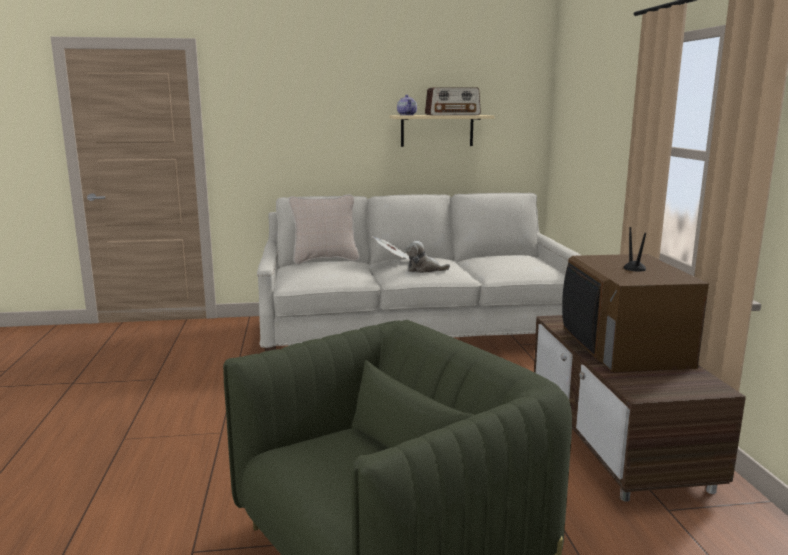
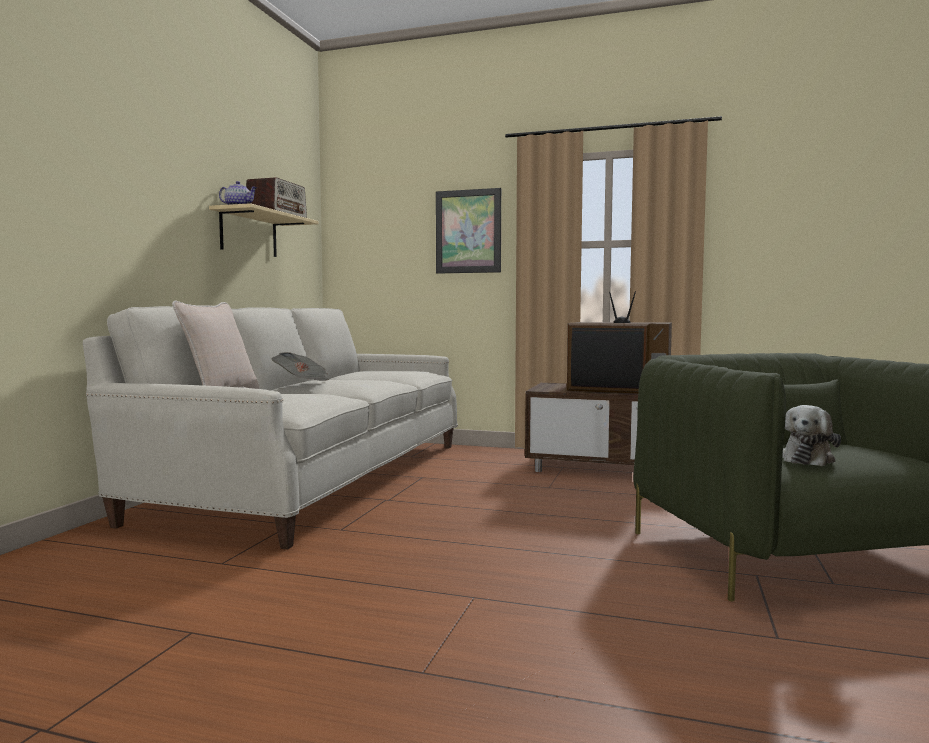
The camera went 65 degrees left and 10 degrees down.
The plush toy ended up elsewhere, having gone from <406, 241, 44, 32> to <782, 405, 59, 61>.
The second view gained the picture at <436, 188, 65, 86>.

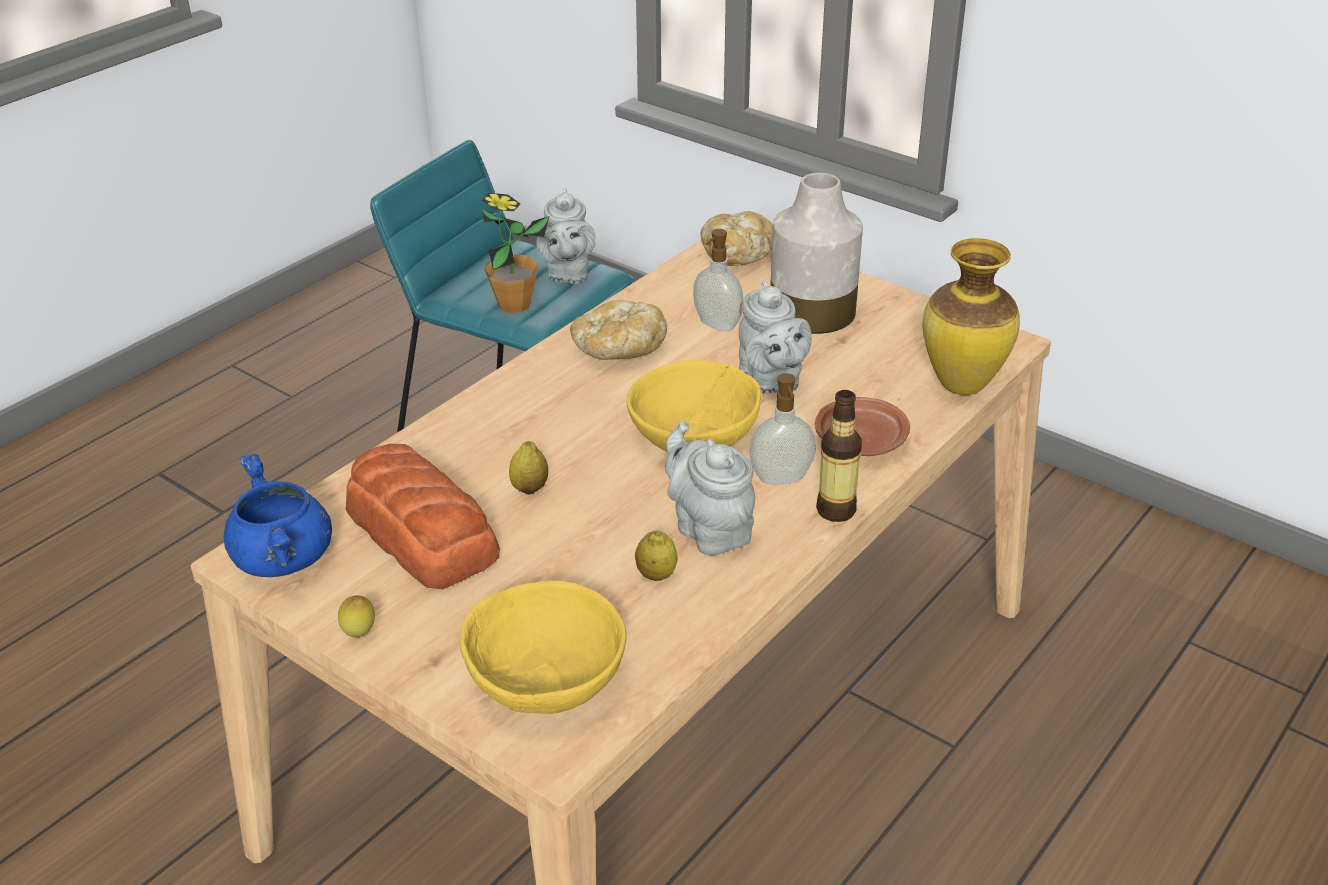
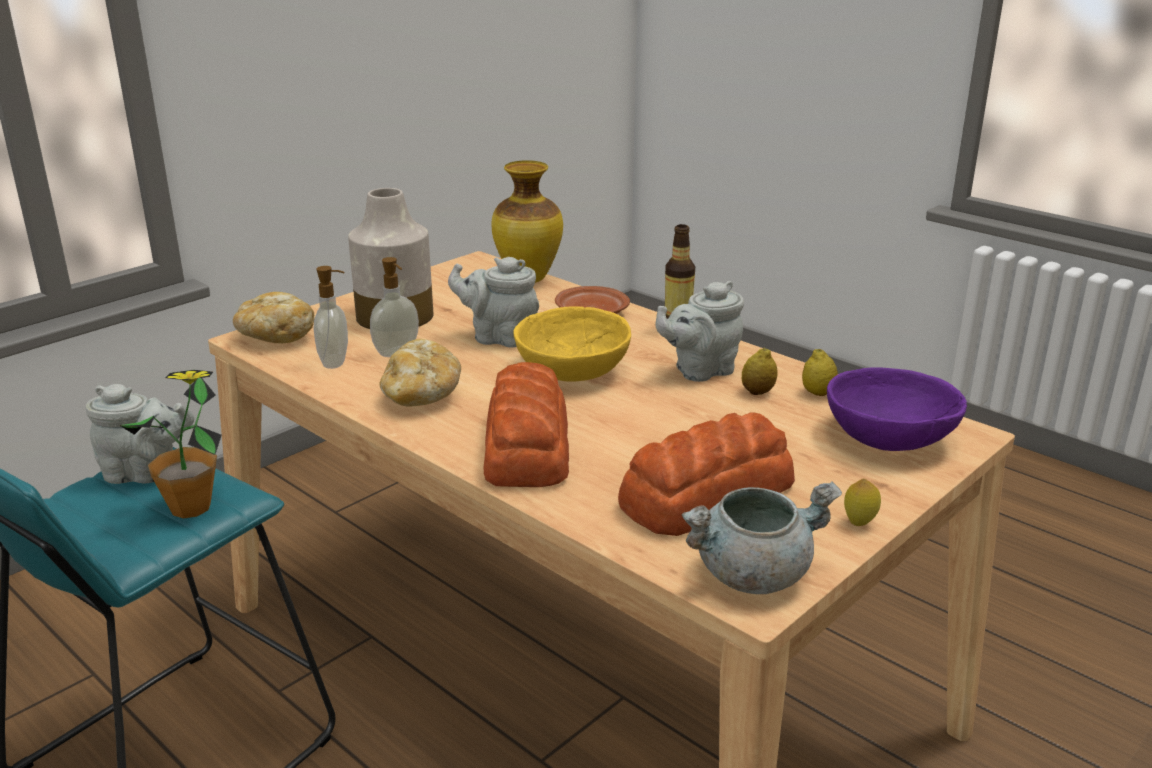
The camera went 85 degrees left and 10 degrees down.
The teapot (grey) at <739, 281, 73, 113> ended up facing another way, 150 degrees counterclockwise from before.
The soap dispenser ended up elsewhere, having gone from <750, 373, 66, 111> to <313, 266, 35, 103>.
The lemon ended up elsewhere, having gone from <509, 441, 39, 54> to <802, 349, 36, 47>.
What was the cooking pot (blue) at <224, 453, 108, 124> turned into the cooking pot (grey) at <681, 481, 161, 113>.
What was the bowl (yellow) at <460, 581, 167, 133> turned into the bowl (purple) at <827, 367, 140, 84>.
The second view gained the bread at <484, 362, 85, 125>.

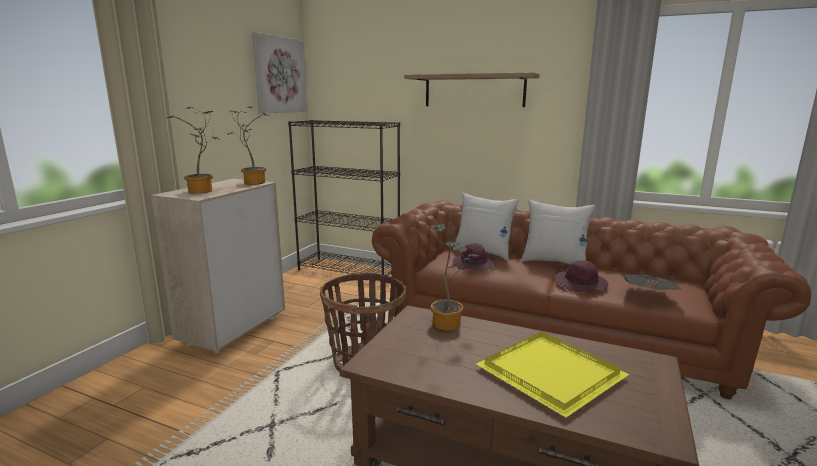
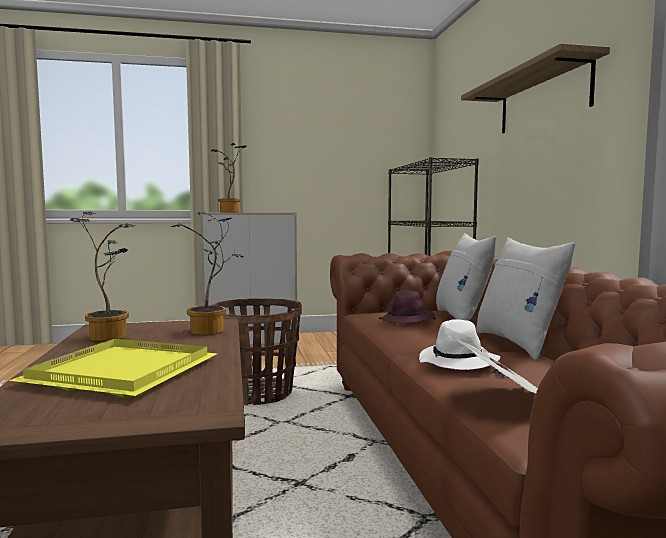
The camera went 55 degrees right and 10 degrees down.
The second view lost the picture at <252, 32, 55, 81>.
The potted plant ended up elsewhere, having gone from <227, 106, 41, 79> to <70, 212, 66, 130>.
What was the hat (purple) at <555, 260, 54, 32> turned into the hat (white) at <419, 319, 81, 51>.

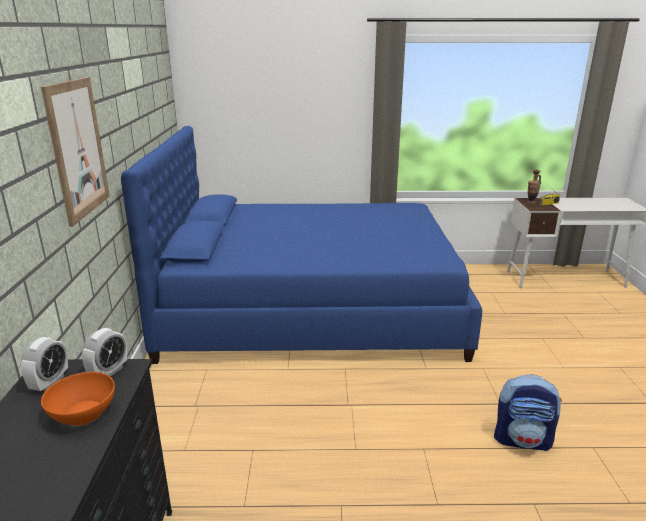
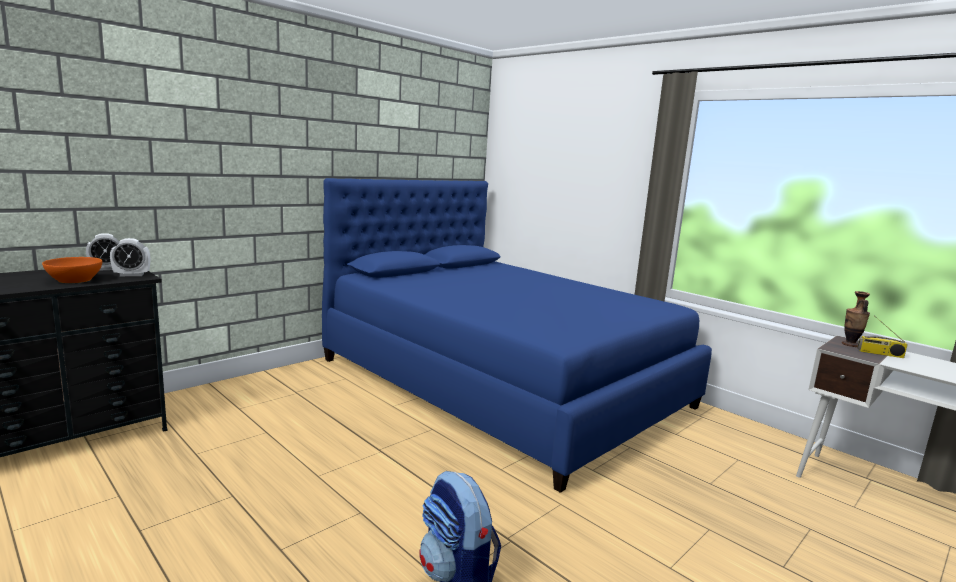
The camera went 45 degrees right and 10 degrees down.
The second view lost the picture at <41, 77, 69, 150>.

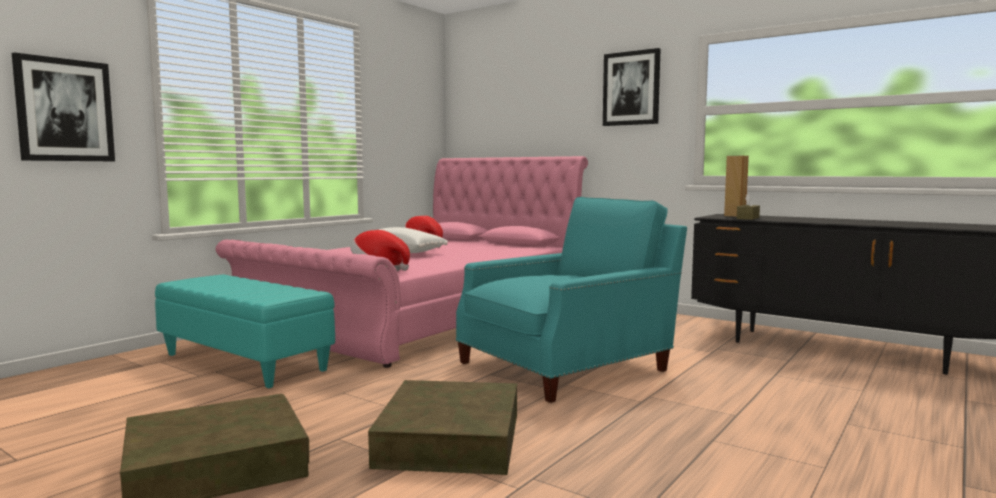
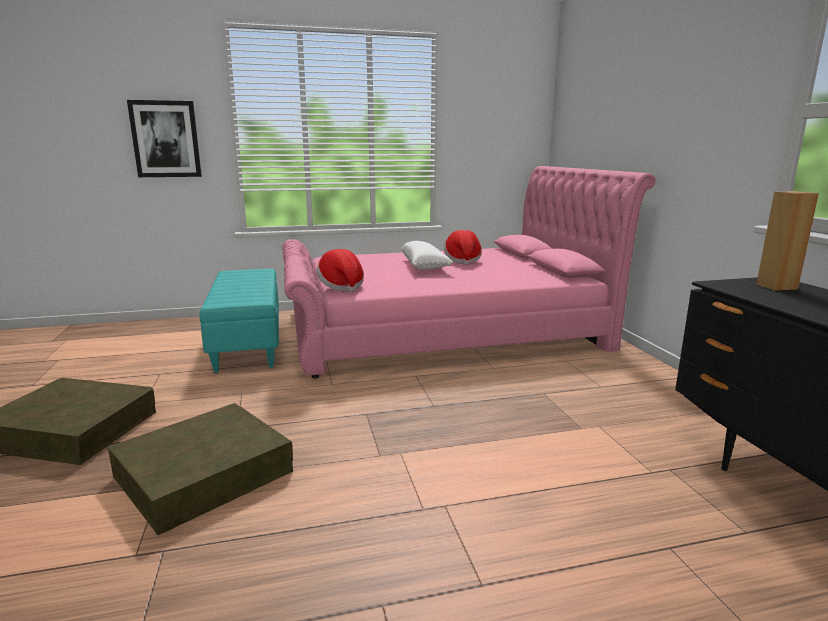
The camera went 40 degrees right and 10 degrees up.
The second view lost the picture at <603, 48, 57, 78>.
The second view lost the tissue box (brown) at <737, 194, 23, 26>.
The second view lost the armchair (turquoise) at <456, 197, 231, 206>.

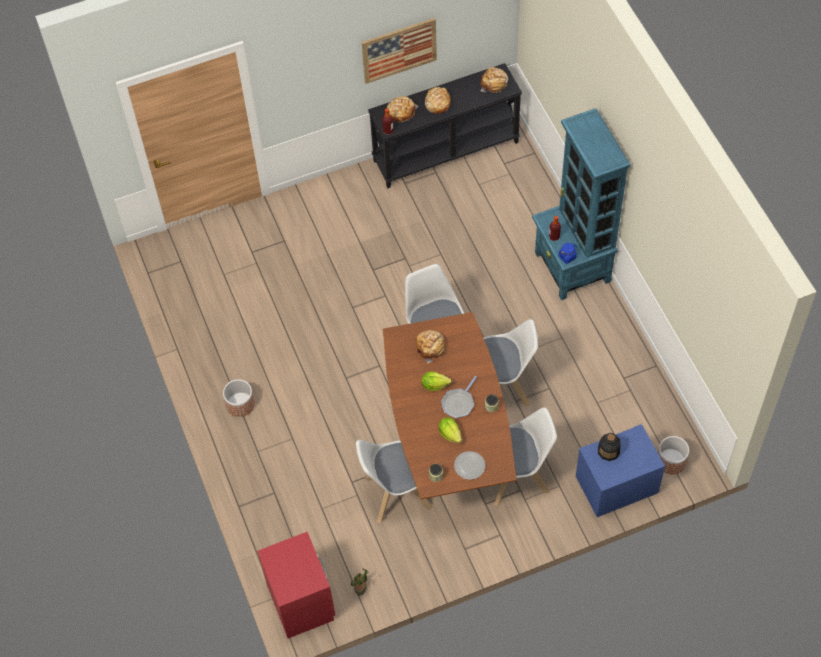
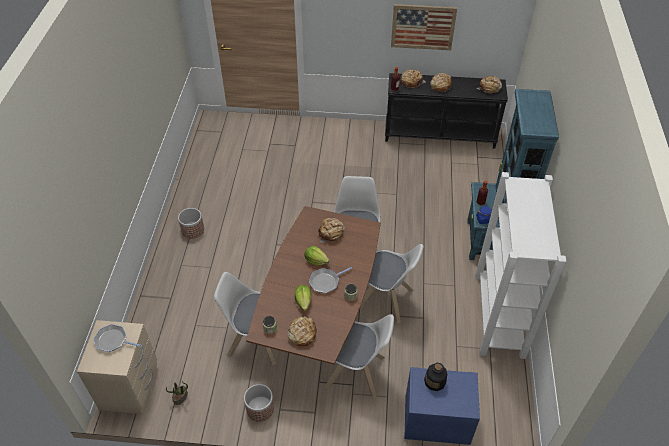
The camera went 25 degrees right and 10 degrees down.
The planter ended up elsewhere, having gone from <658, 436, 31, 38> to <244, 384, 30, 38>.
Where the plate stood at <454, 451, 31, 29>, the bread came to stand at <288, 316, 29, 30>.
What was the nightstand (red) at <257, 532, 78, 106> turned into the nightstand (beige) at <77, 320, 80, 94>.
The second view gained the bookcase (white) at <475, 172, 91, 187>.
The second view gained the frying pan at <94, 324, 48, 28>.

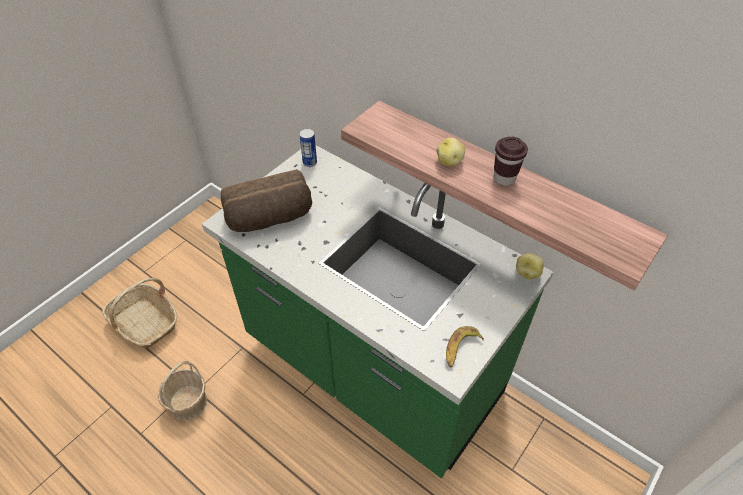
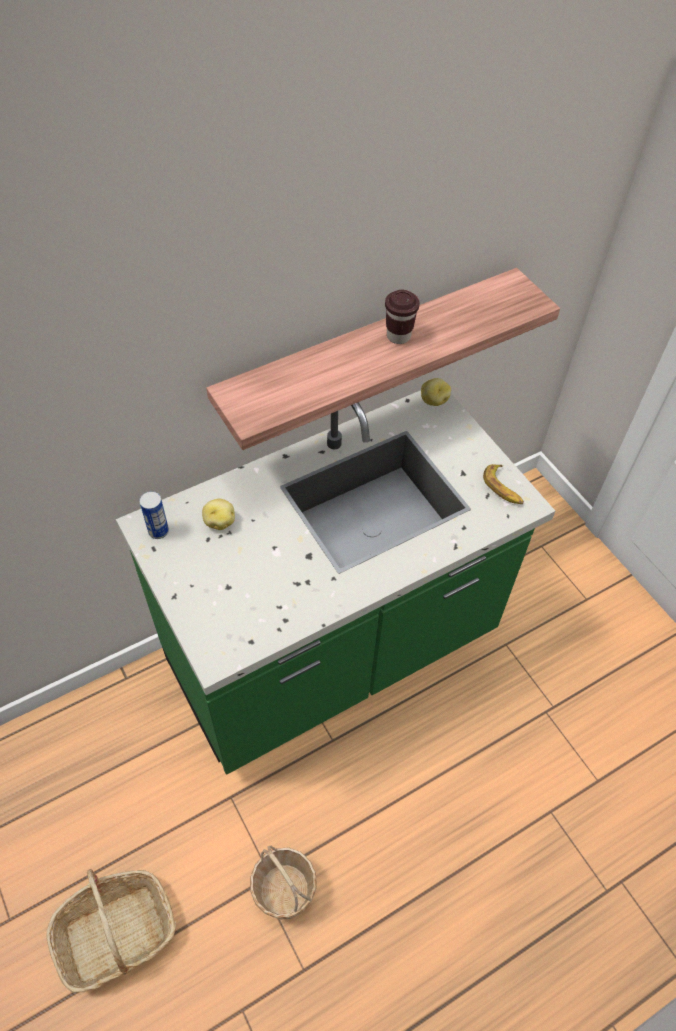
The camera went 70 degrees left and 5 degrees up.
The potato ended up elsewhere, having gone from <436, 138, 29, 28> to <202, 499, 33, 31>.
The second view lost the bread at <221, 169, 91, 63>.

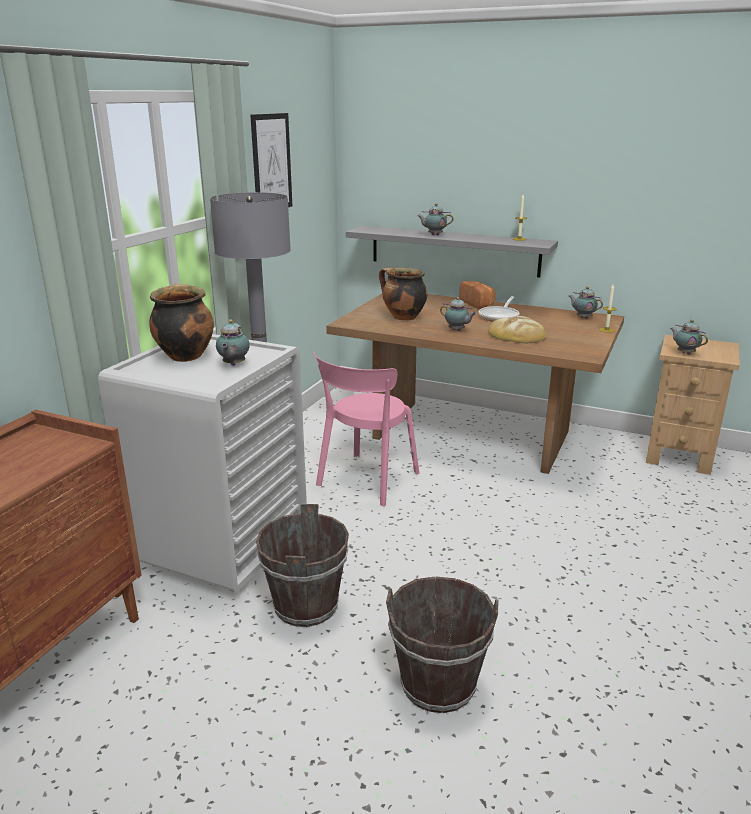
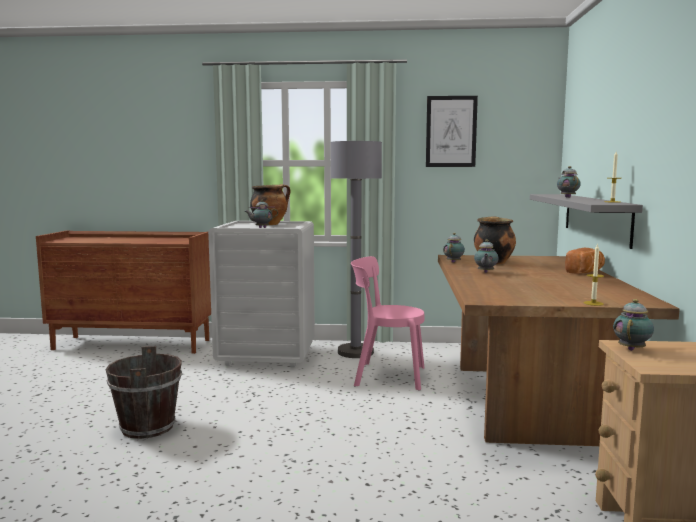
The camera went 70 degrees right and 15 degrees down.
The teapot ended up elsewhere, having gone from <569, 286, 34, 33> to <443, 233, 22, 30>.
The second view lost the frying pan at <479, 296, 40, 25>.
The second view lost the bread at <488, 316, 58, 27>.
The second view lost the bucket (brown) at <256, 504, 93, 123>.

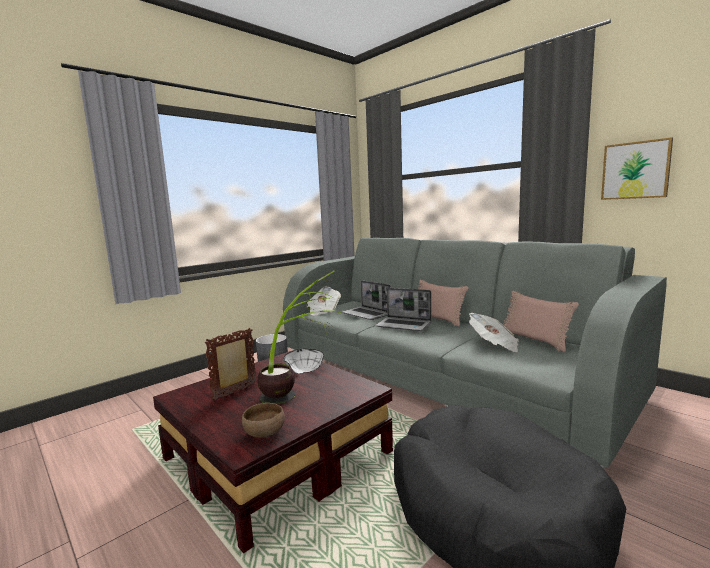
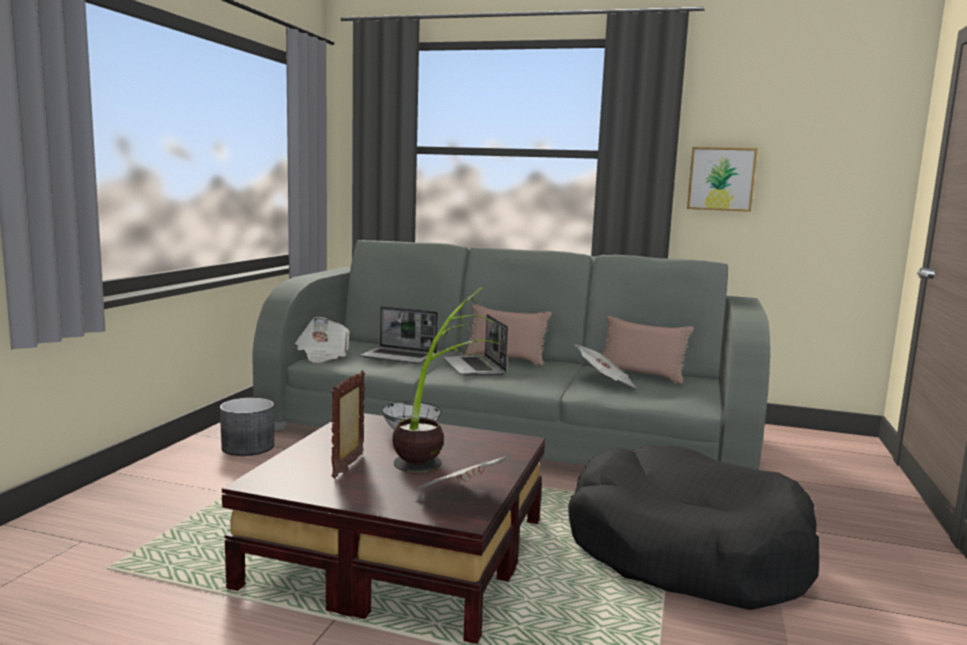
The camera went 30 degrees left and 0 degrees up.
The laptop at <376, 288, 56, 43> ended up facing another way, 75 degrees clockwise from before.
Where the bowl (brown) stood at <242, 403, 43, 35>, the newspaper came to stand at <413, 455, 101, 35>.

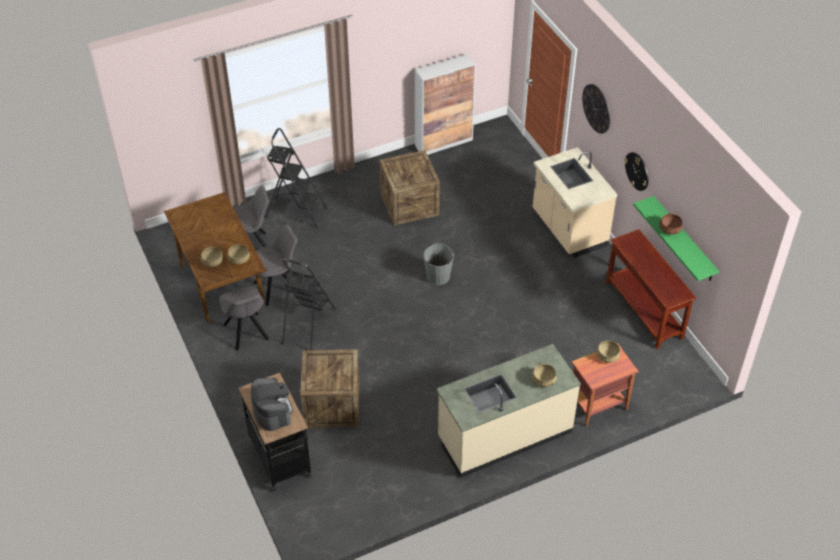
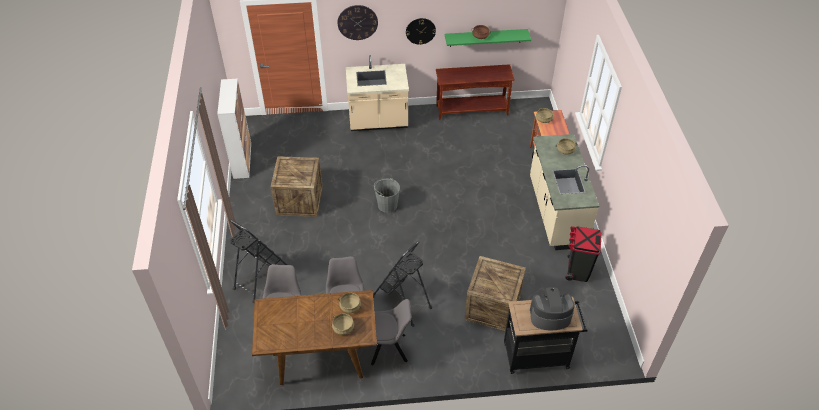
The camera went 70 degrees left and 0 degrees up.
The second view gained the trash can (black) at <565, 226, 37, 56>.

